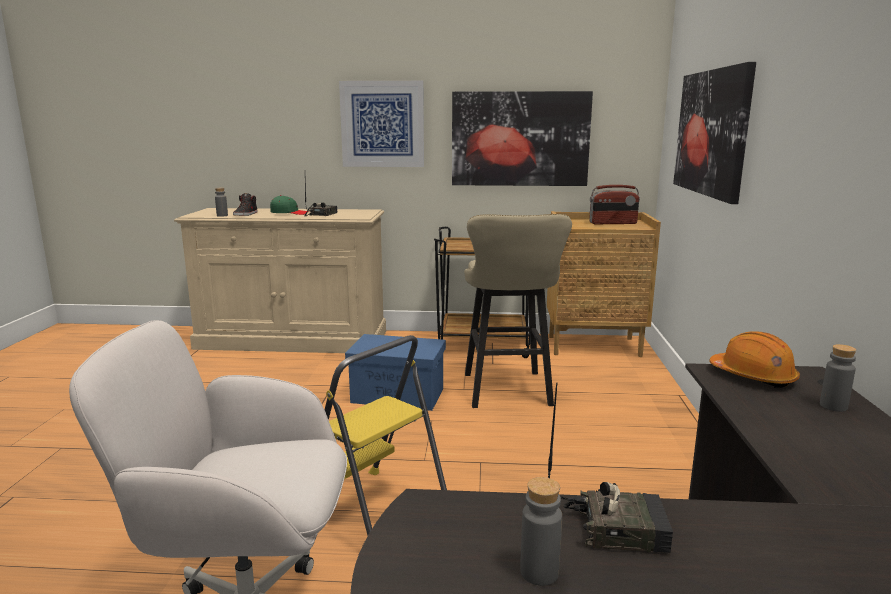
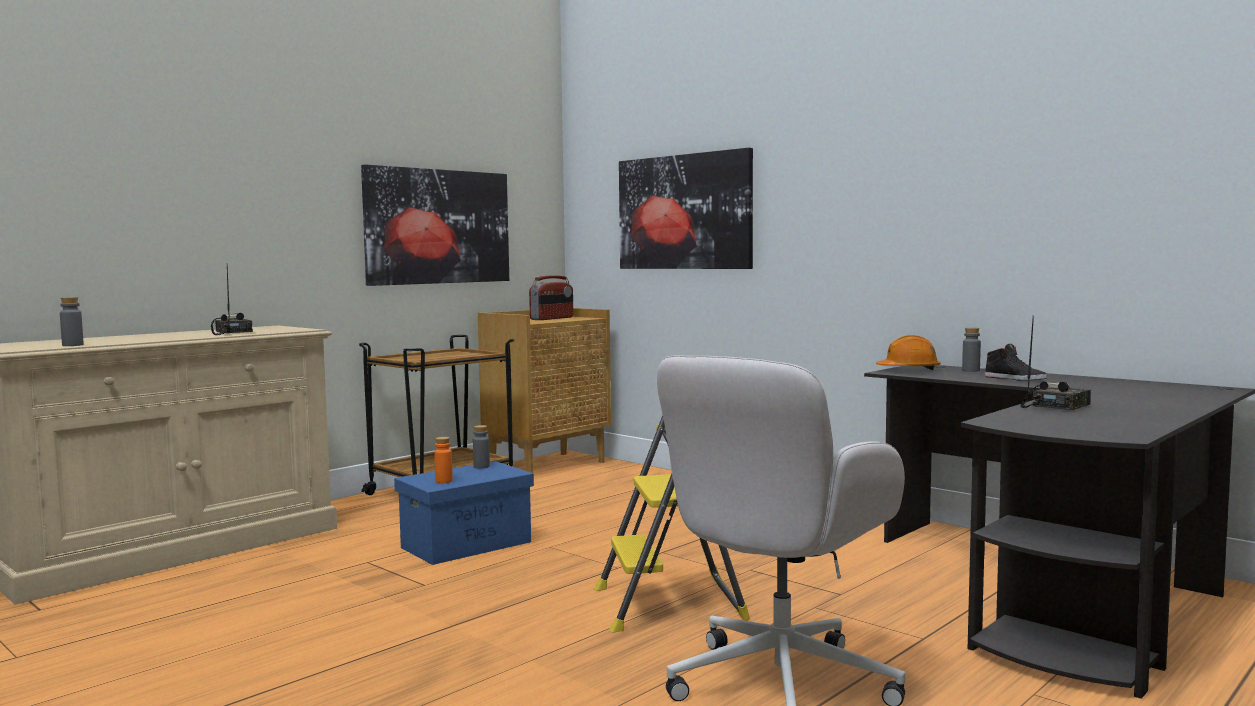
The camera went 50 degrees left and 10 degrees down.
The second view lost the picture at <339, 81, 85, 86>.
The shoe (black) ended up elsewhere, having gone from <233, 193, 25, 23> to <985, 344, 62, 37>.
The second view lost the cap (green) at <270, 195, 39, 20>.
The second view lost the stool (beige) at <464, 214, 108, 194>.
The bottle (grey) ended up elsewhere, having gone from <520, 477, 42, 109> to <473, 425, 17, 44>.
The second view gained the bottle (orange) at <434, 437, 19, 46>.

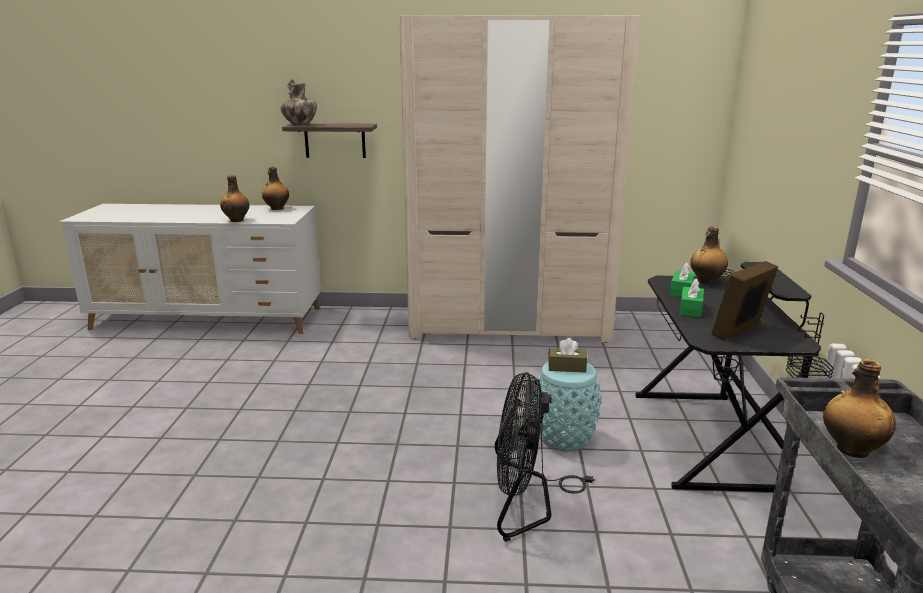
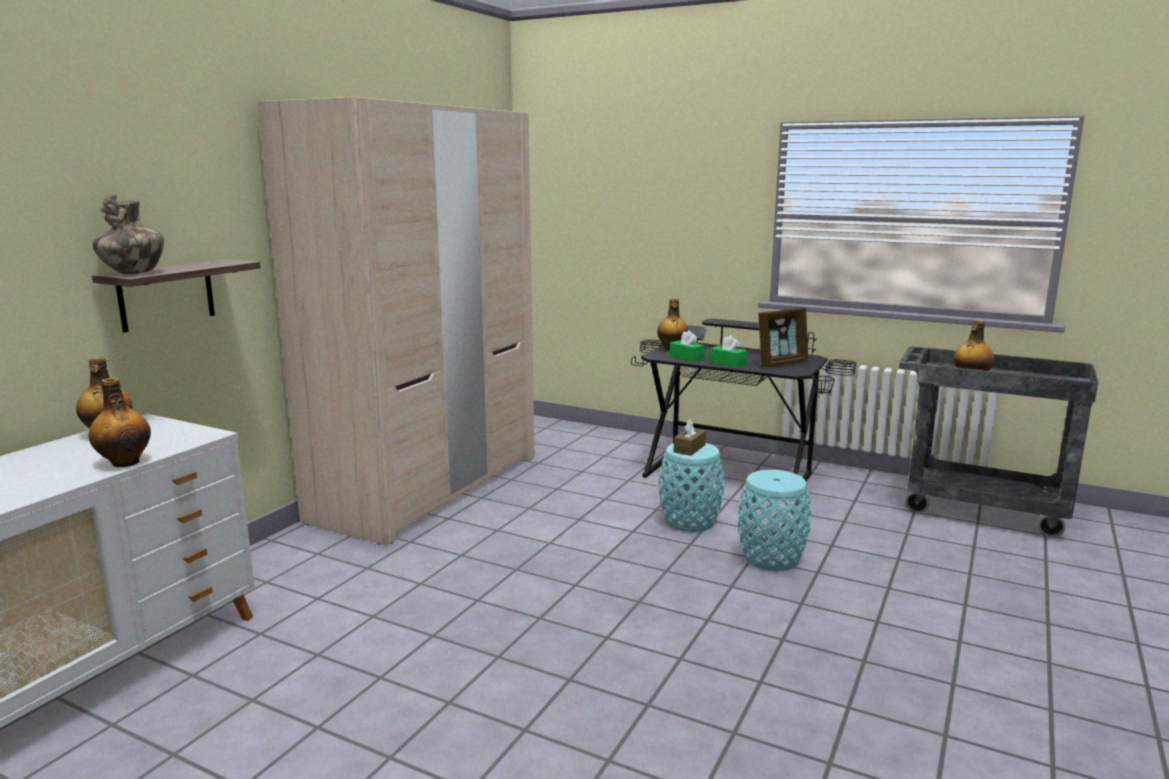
The camera went 65 degrees left and 5 degrees down.
The picture frame at <712, 261, 66, 80> ended up facing another way, 105 degrees counterclockwise from before.
Where the fan (black) stood at <495, 372, 101, 170>, the stool (turquoise) came to stand at <738, 470, 74, 101>.

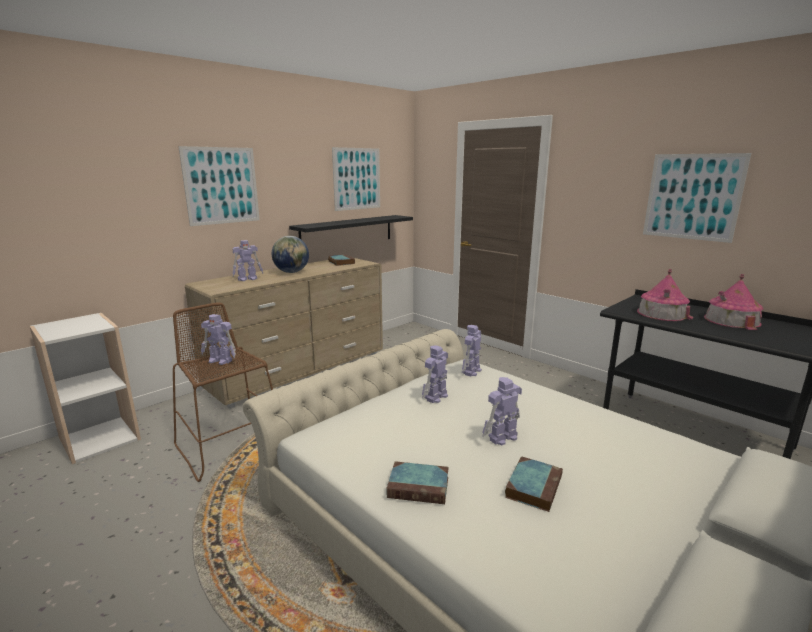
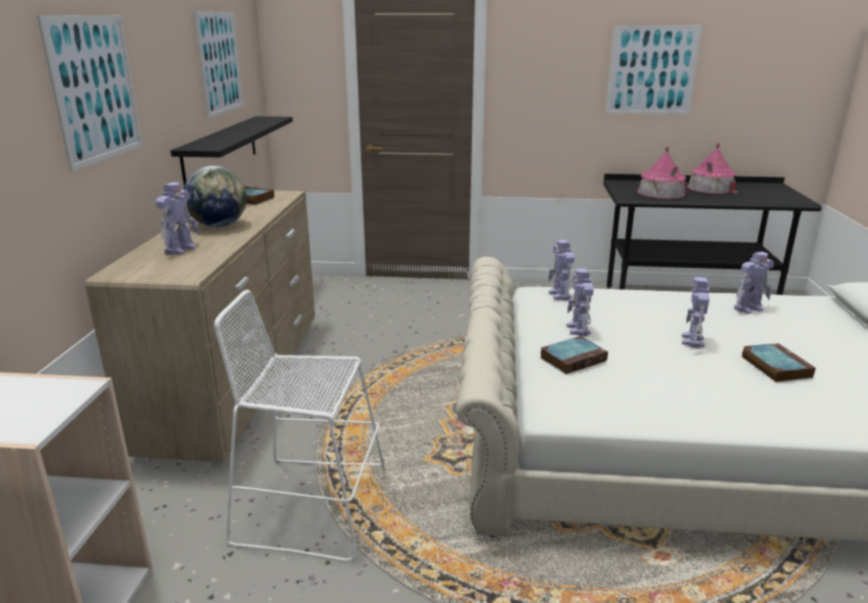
The camera went 40 degrees left and 5 degrees up.
What was the stool (brown) at <173, 303, 100, 179> turned into the stool (white) at <214, 290, 171, 272>.
The toy robot ended up elsewhere, having gone from <201, 314, 35, 51> to <734, 252, 40, 62>.
The book ended up elsewhere, having gone from <386, 461, 63, 43> to <540, 336, 68, 38>.

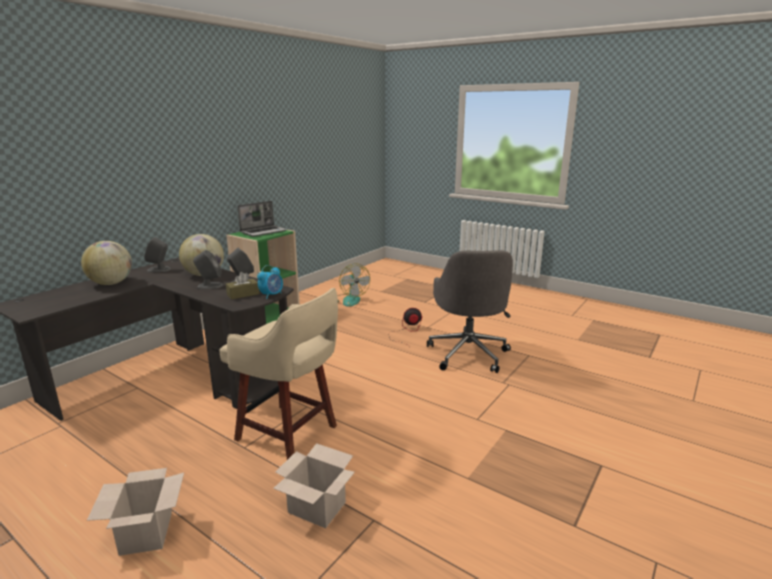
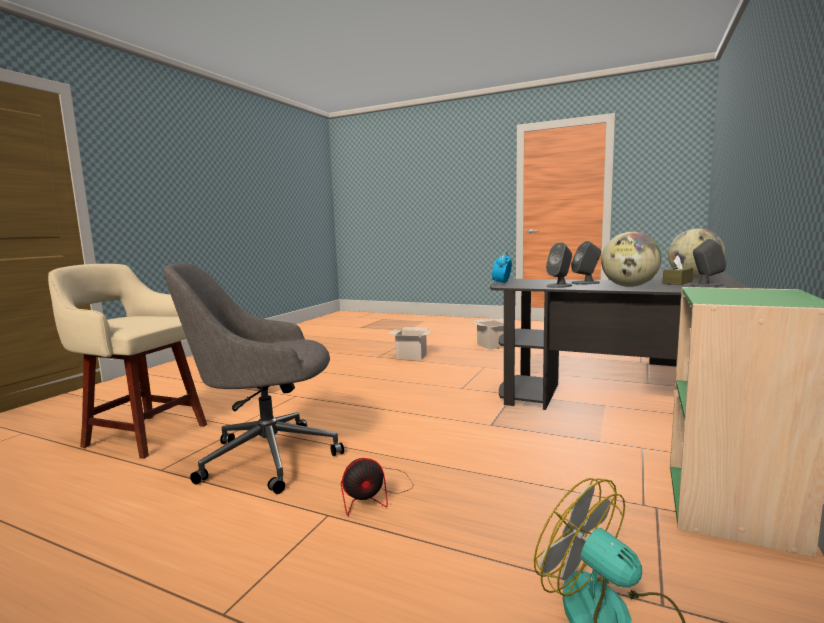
The camera went 170 degrees right and 10 degrees down.
The second view lost the laptop at <237, 201, 50, 36>.
The office chair (grey) at <427, 250, 86, 123> ended up facing another way, 90 degrees counterclockwise from before.
The tissue box (brown) ended up elsewhere, having gone from <226, 272, 33, 28> to <663, 255, 30, 30>.
The stool (beige) ended up elsewhere, having gone from <220, 288, 118, 172> to <48, 264, 159, 194>.

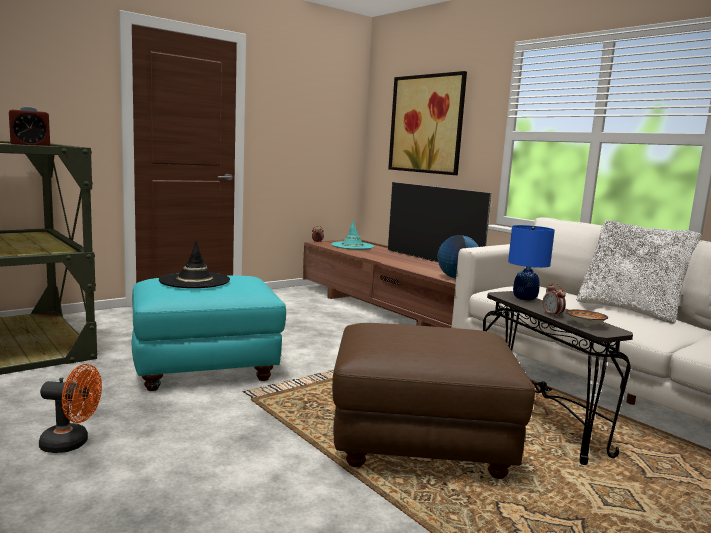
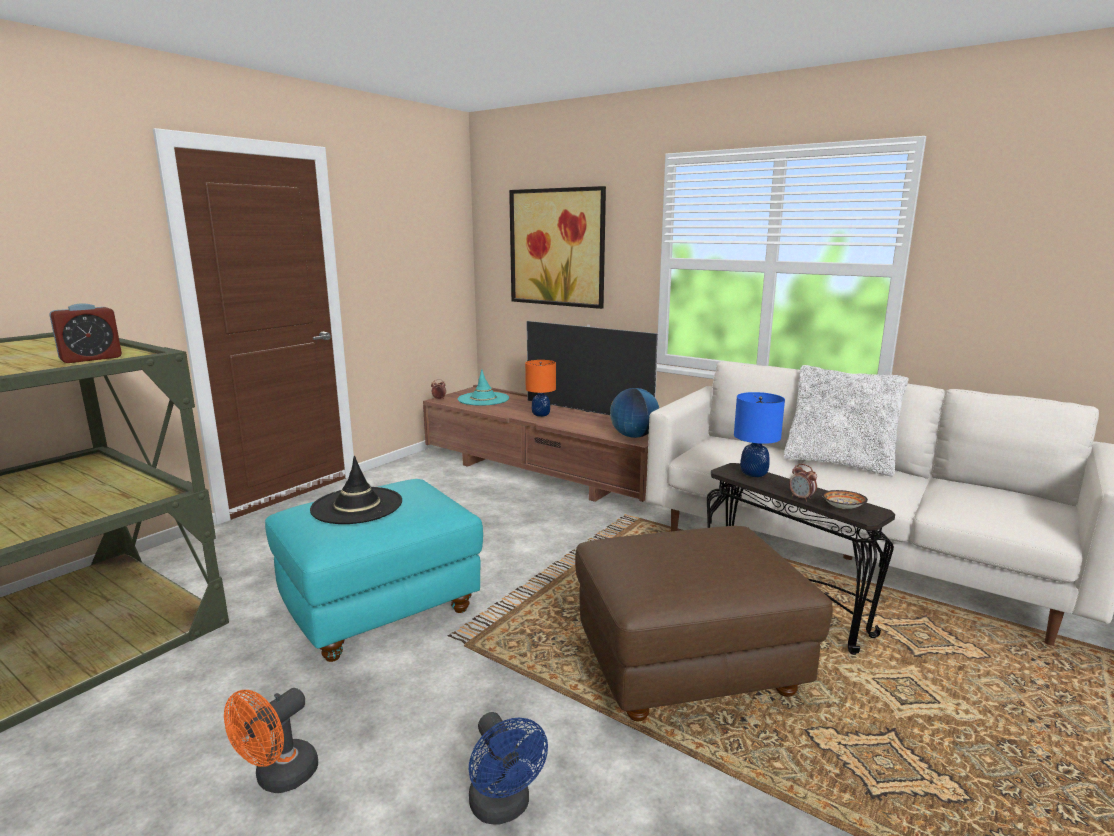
The camera went 15 degrees left and 5 degrees up.
The fan (orange) at <39, 364, 63, 89> ended up facing another way, 135 degrees clockwise from before.
The second view gained the table lamp (orange) at <525, 360, 31, 57>.
The second view gained the fan (blue) at <469, 712, 79, 113>.

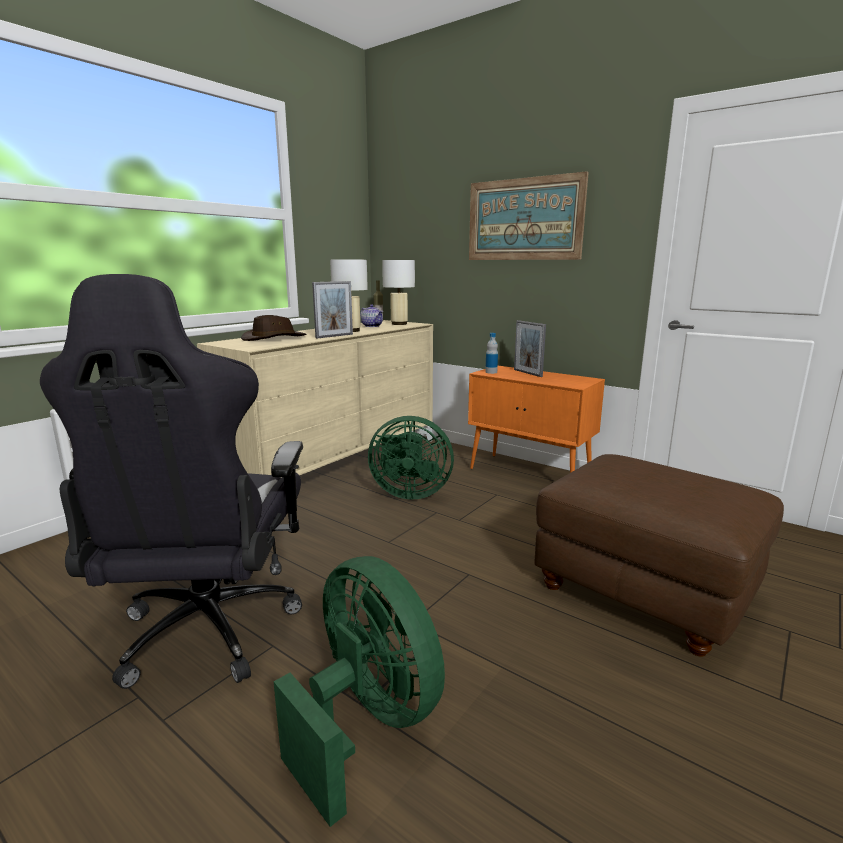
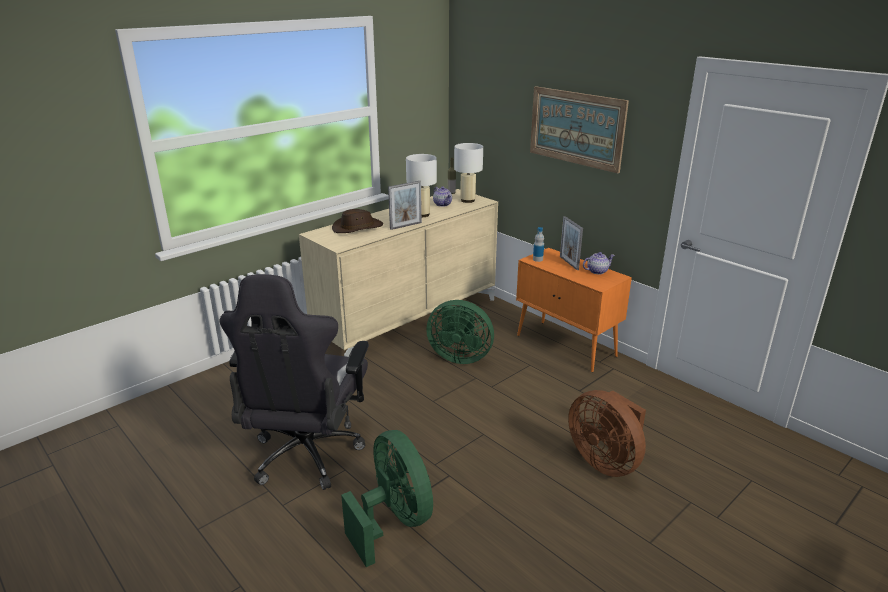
The camera went 10 degrees right and 10 degrees up.
Where the ottoman (brown) stood at <534, 454, 250, 203>, the fan (brown) came to stand at <568, 390, 78, 87>.
The second view gained the teapot at <583, 252, 32, 22>.

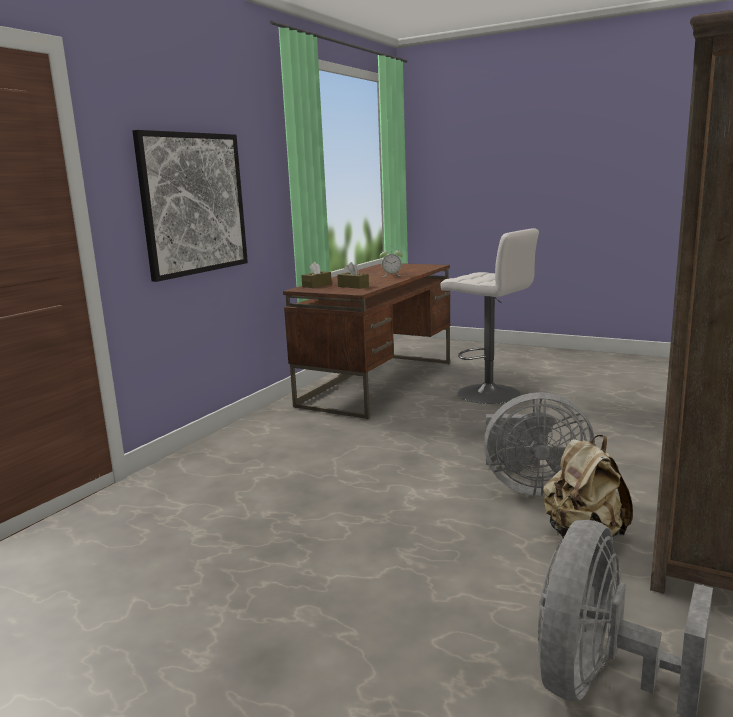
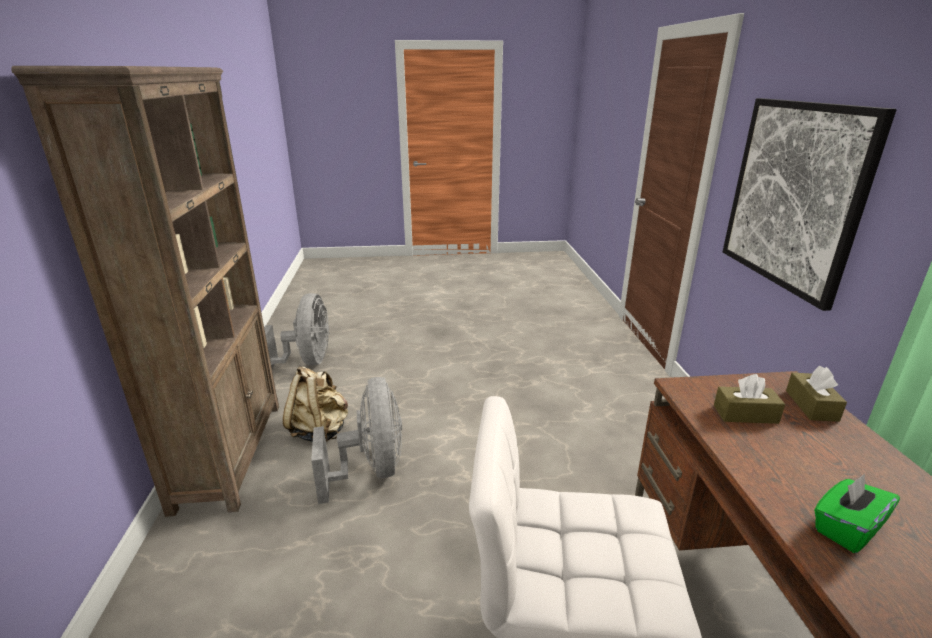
The camera went 145 degrees right and 10 degrees up.
Where the alarm clock stood at <380, 250, 23, 27>, the tissue box (green) came to stand at <814, 473, 86, 80>.
The fan (grey) at <484, 392, 111, 105> ended up facing another way, 105 degrees clockwise from before.

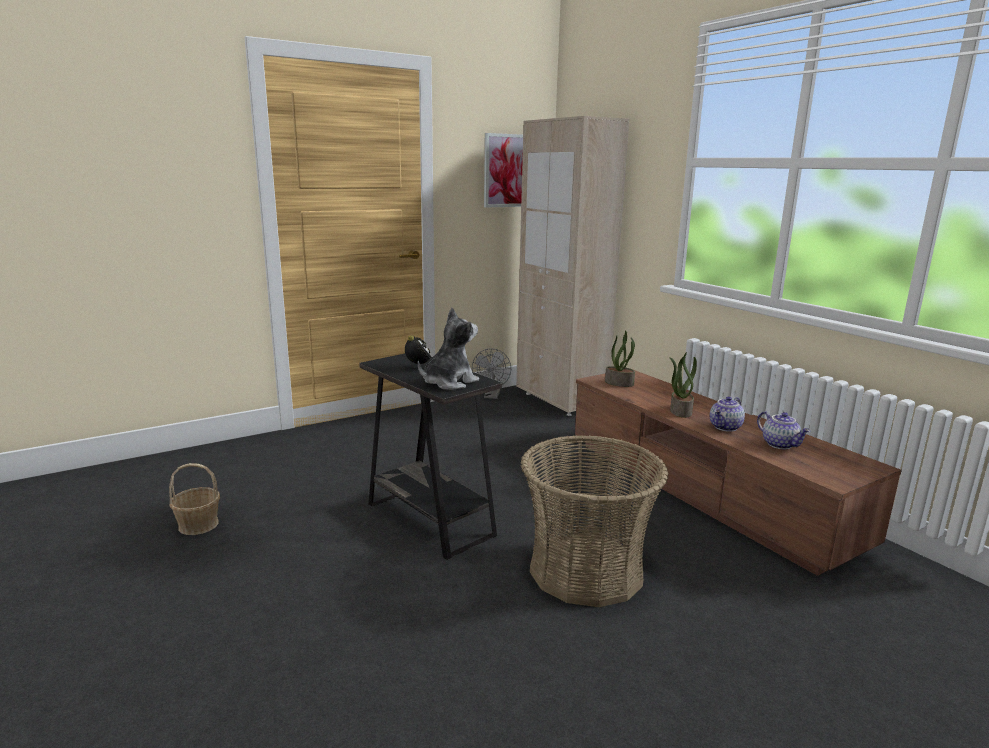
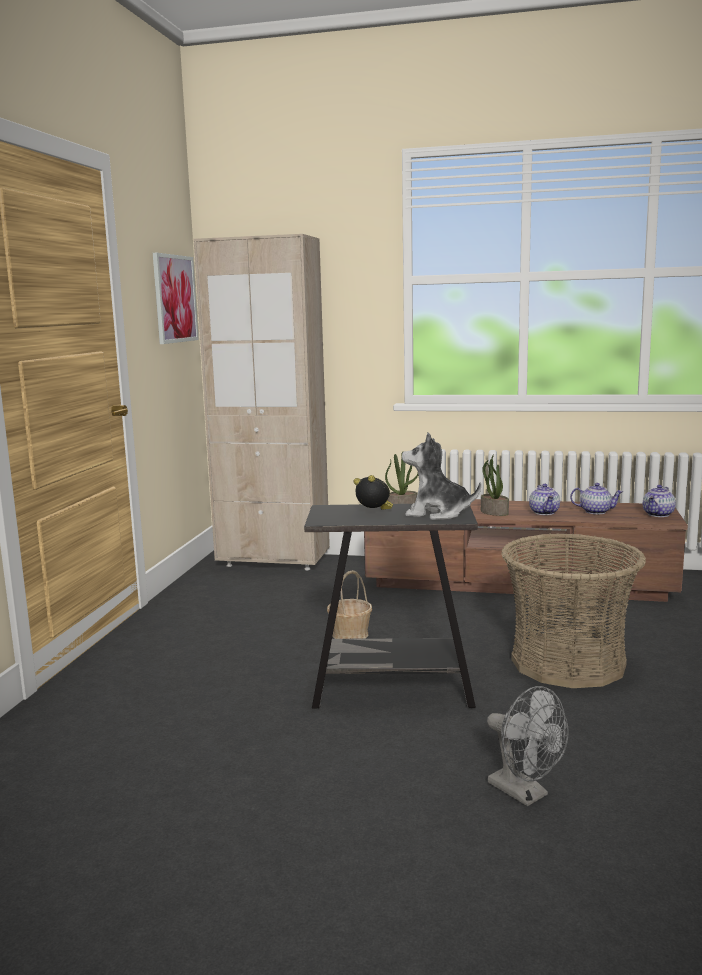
The camera went 45 degrees left and 5 degrees down.
The plush toy at <417, 308, 62, 82> ended up facing another way, 75 degrees counterclockwise from before.
The fan (grey) ended up elsewhere, having gone from <472, 348, 39, 51> to <487, 686, 82, 120>.
The basket ended up elsewhere, having gone from <169, 463, 51, 72> to <327, 570, 45, 69>.
The second view gained the teapot at <643, 485, 33, 32>.

